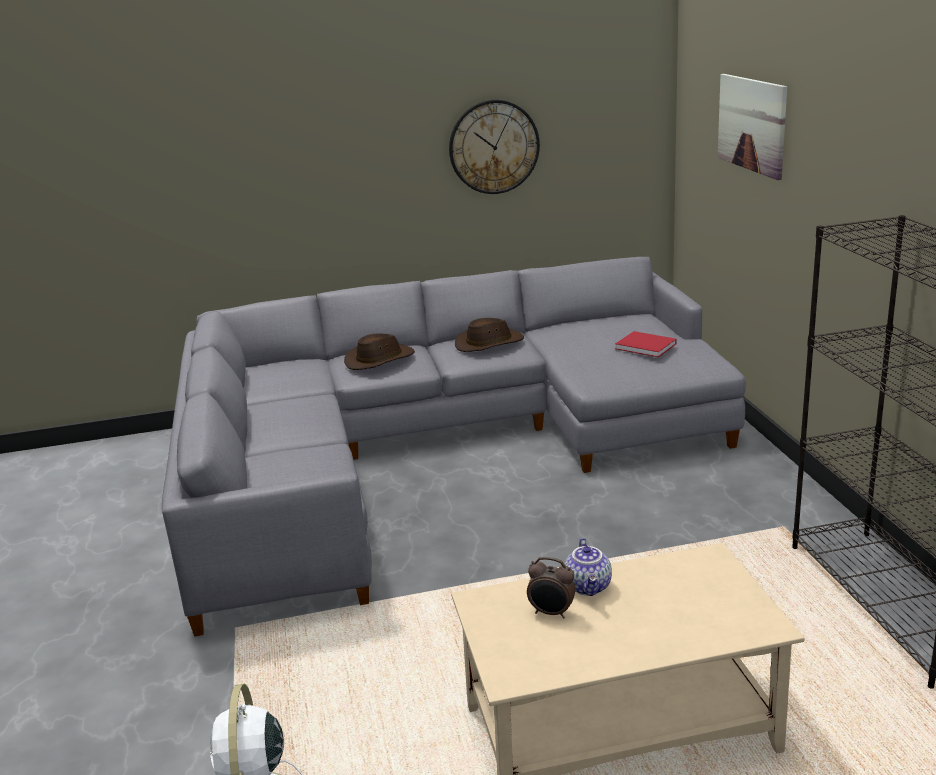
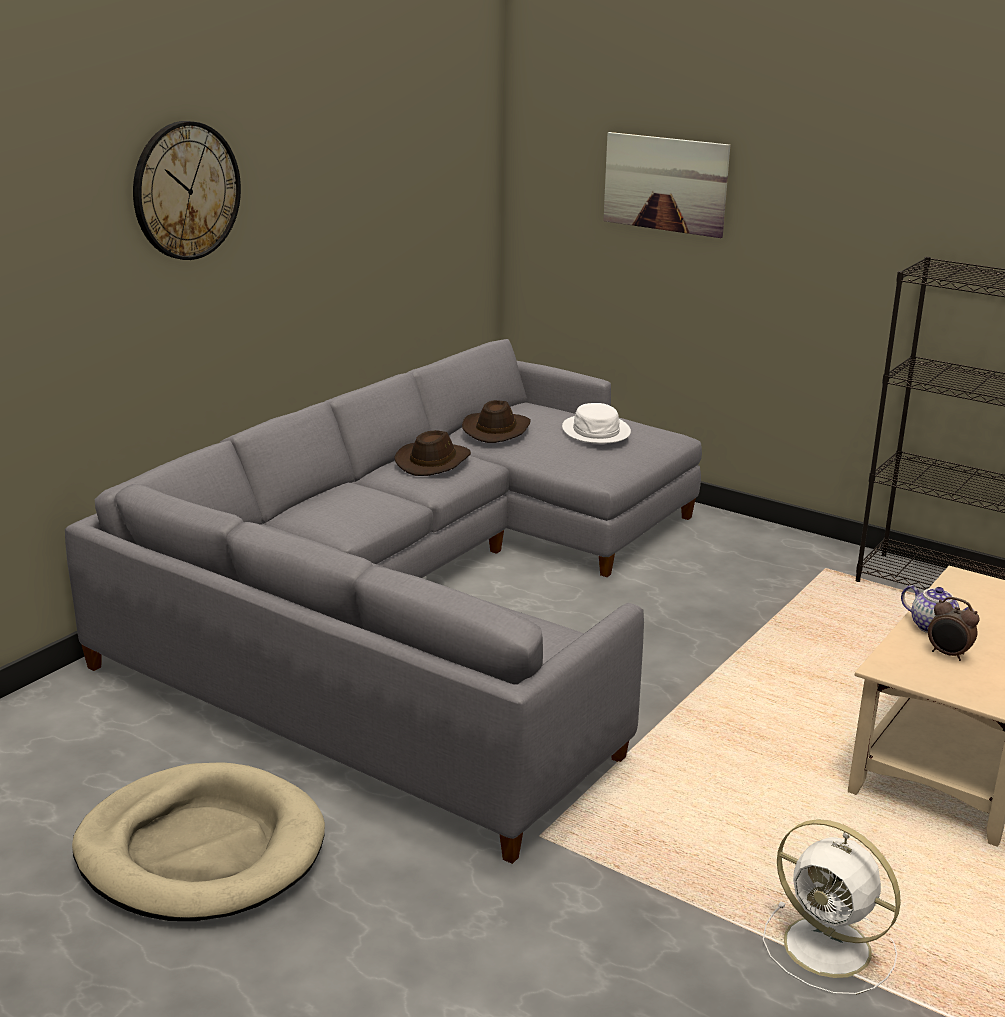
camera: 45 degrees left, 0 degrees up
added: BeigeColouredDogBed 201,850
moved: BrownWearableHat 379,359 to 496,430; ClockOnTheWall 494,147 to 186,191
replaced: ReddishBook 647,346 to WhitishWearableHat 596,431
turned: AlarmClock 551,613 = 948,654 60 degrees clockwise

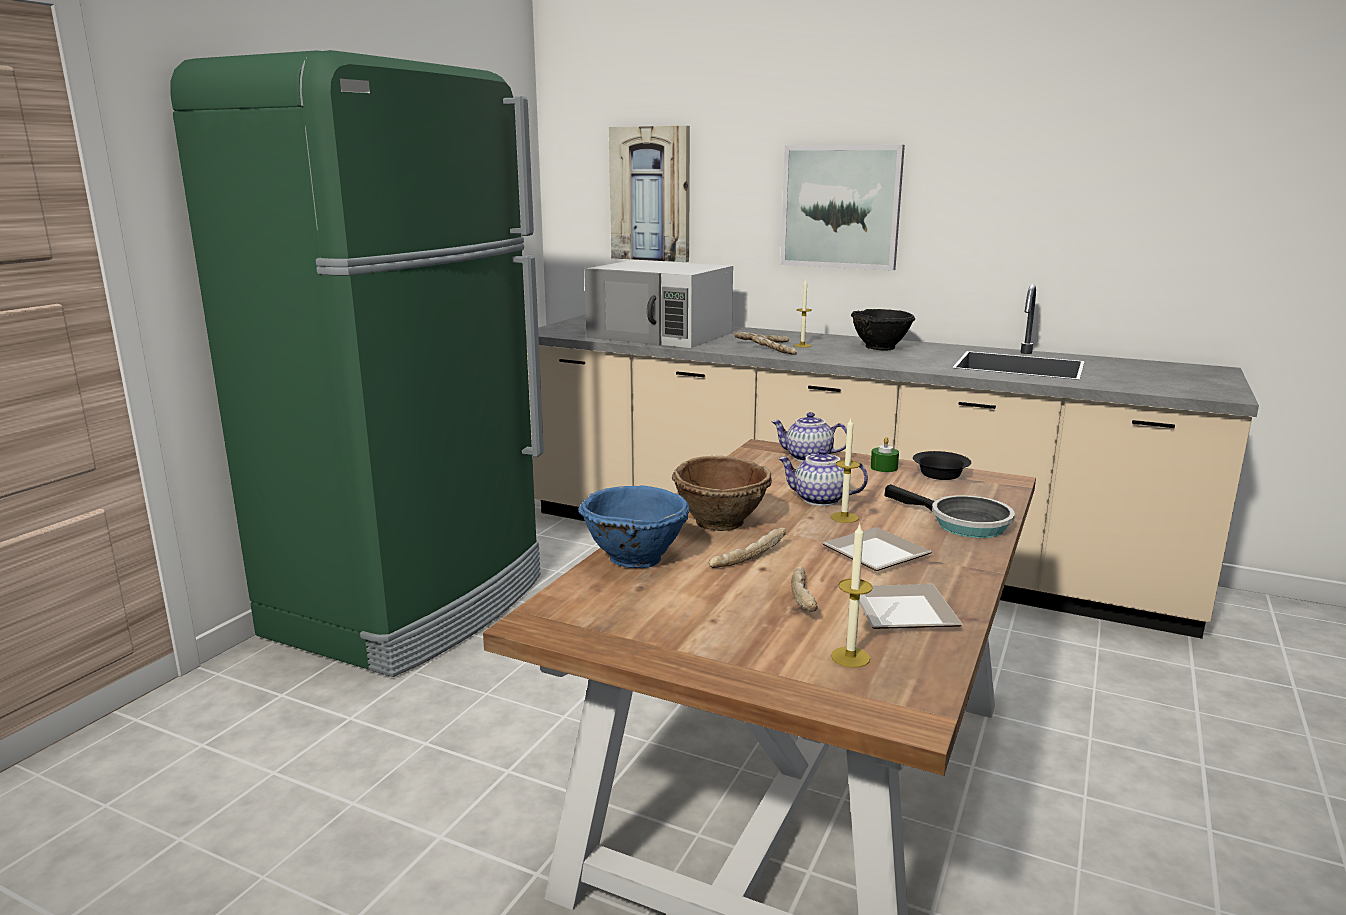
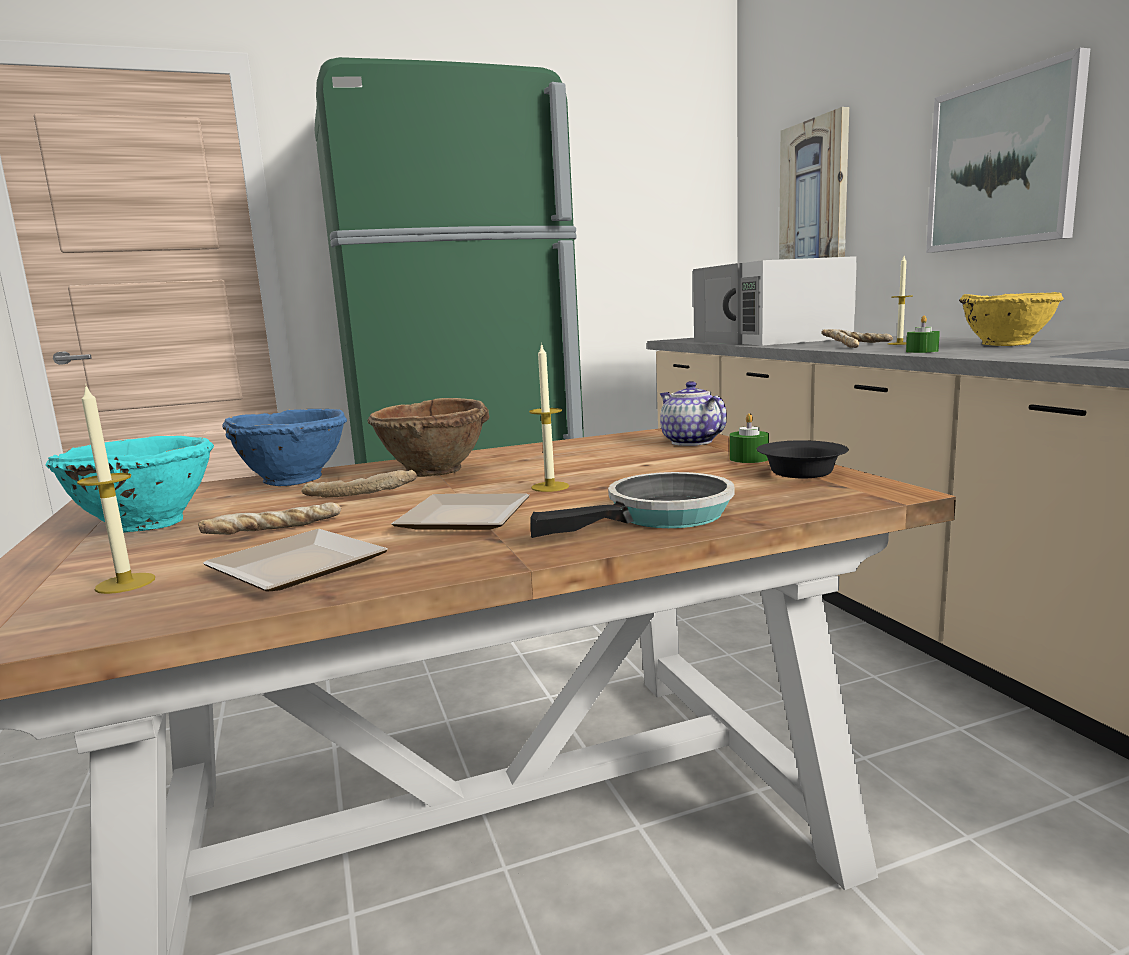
camera: 45 degrees right, 5 degrees down
removed: Teapot 819,500
added: BlueGreenServingBowl 145,523; GreenColouredCandle 922,351
recoloured: BlackServingBowl 880,347 to YellowishServingBowl 1006,344
turned: FryingPan 963,523 = 661,516 120 degrees counterclockwise

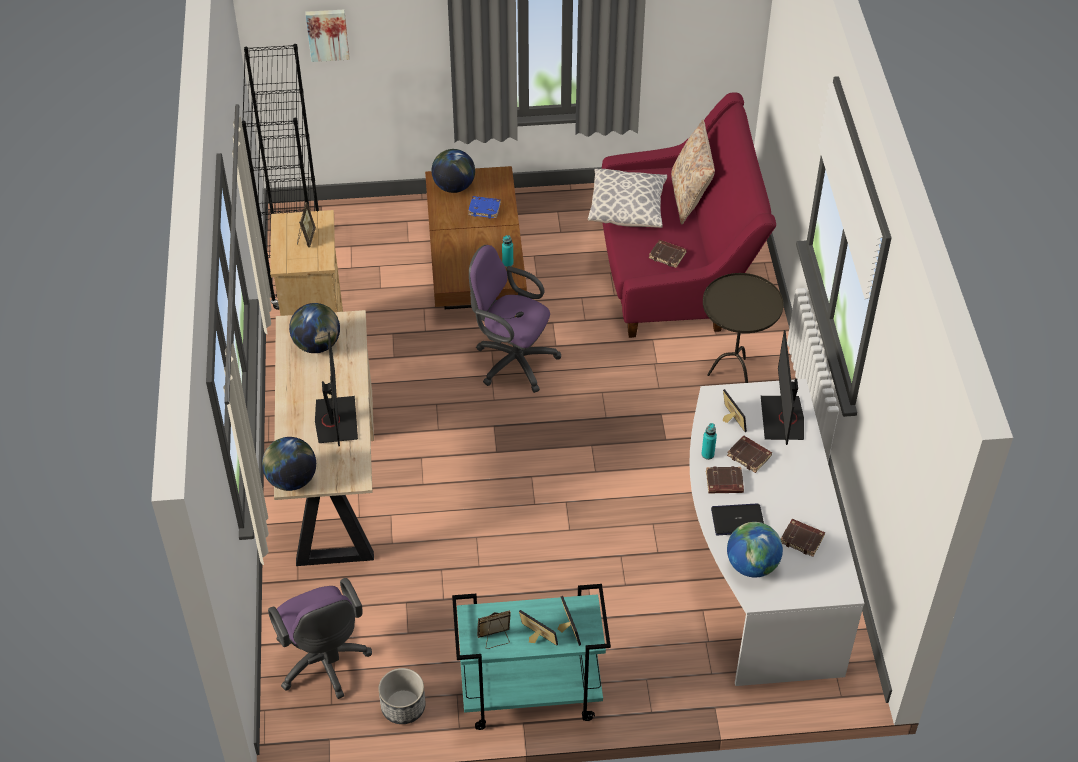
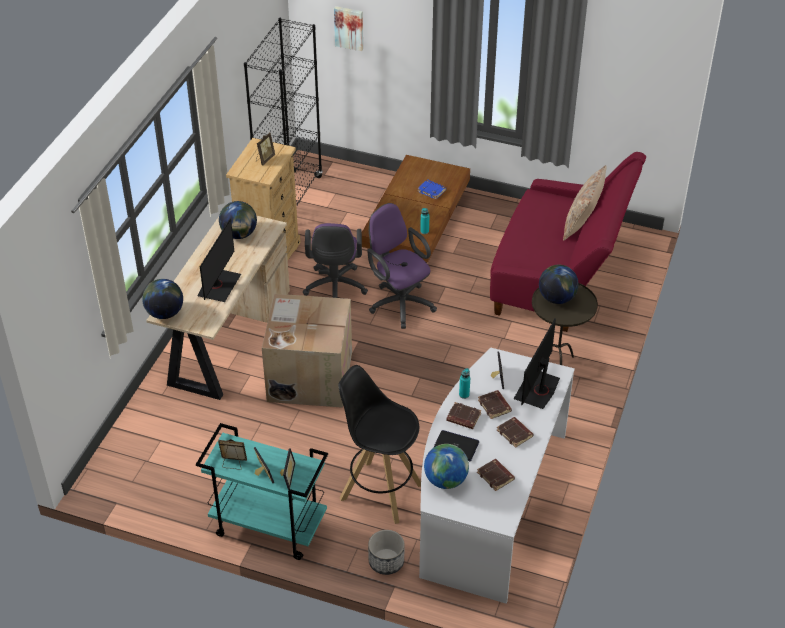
camera: 25 degrees right, 5 degrees down
removed: Cushion 627,209
added: Carton 309,375; BlackStoolSeat 380,491
moved: PurplishOfficeChair 324,664 to 335,289; FlowerPot 403,707 to 386,562; DeskGlobe 454,186 to 557,298; BrownBook 668,255 to 515,434

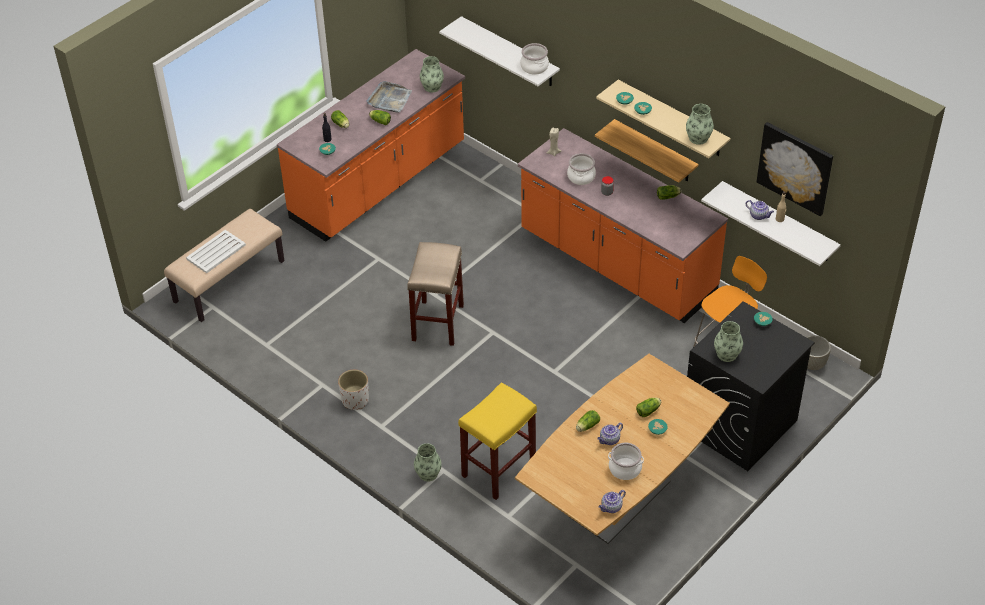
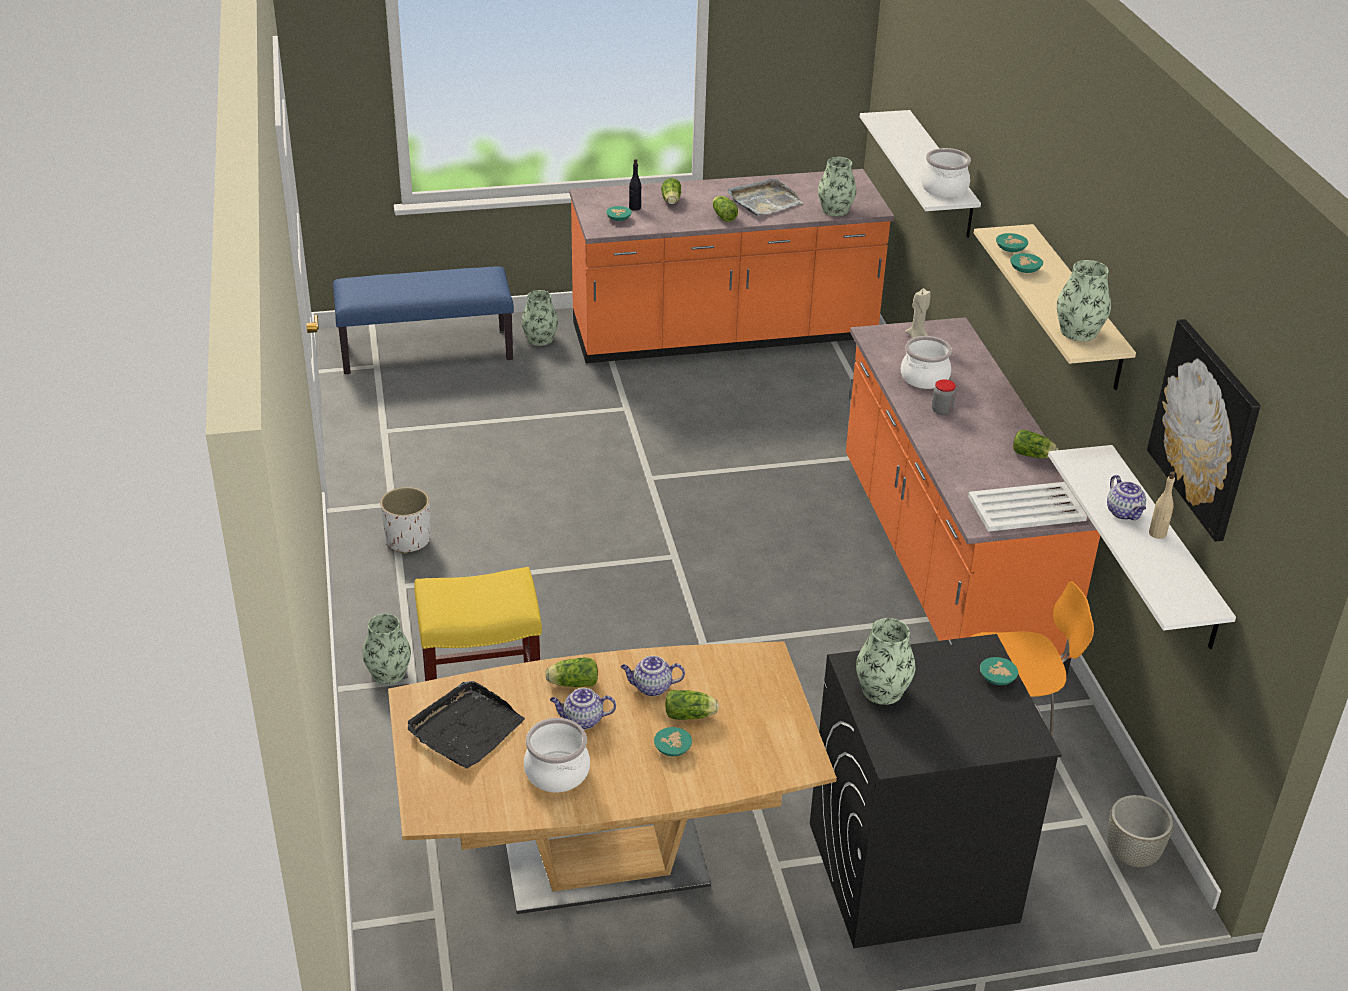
camera: 35 degrees right, 10 degrees down
removed: BeigeColouredStoolSeat 437,322; WallShelf 655,151
added: BlackCarryingTray 465,729; FlowerVase 540,339
moved: WhitishCarryingTray 216,252 to 1027,508; Teapot 611,507 to 651,687
recoloured: BeigeColouredIndoorBench 229,281 to BlueIndoorBench 427,350

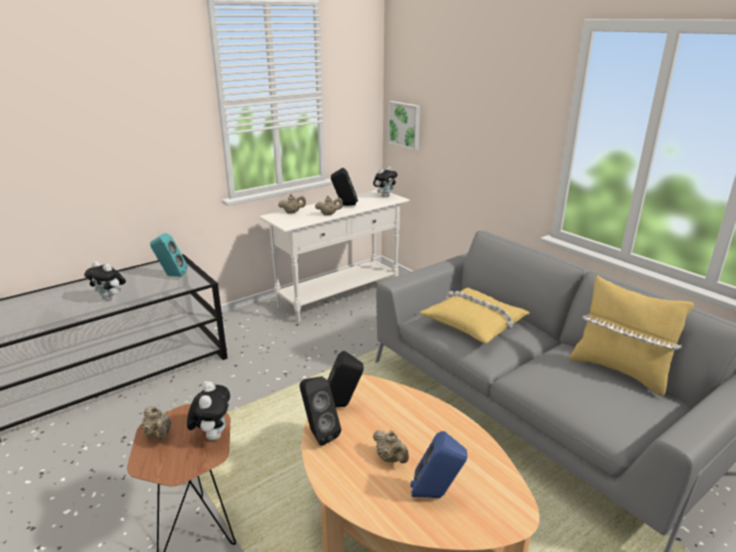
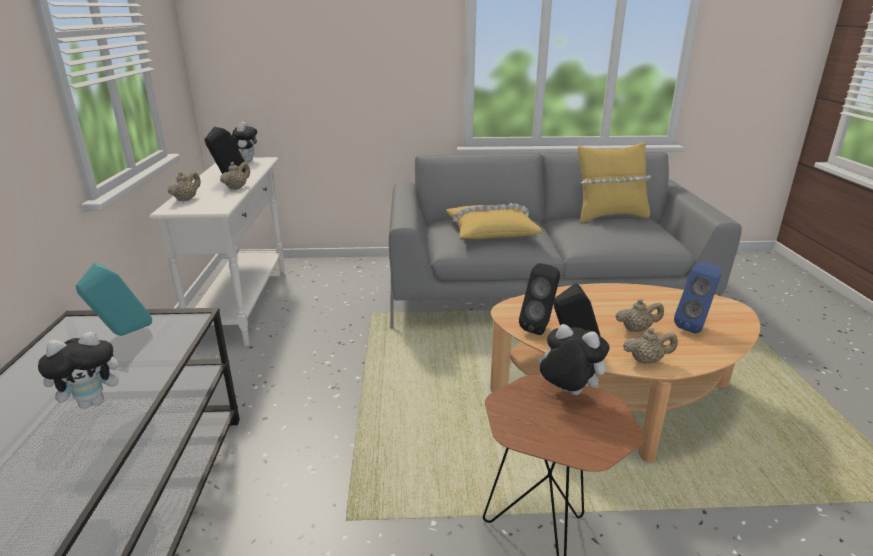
camera: 55 degrees left, 0 degrees up
removed: Picture 405,125
moved: BeigeColouredTeapot 159,435 to 646,360

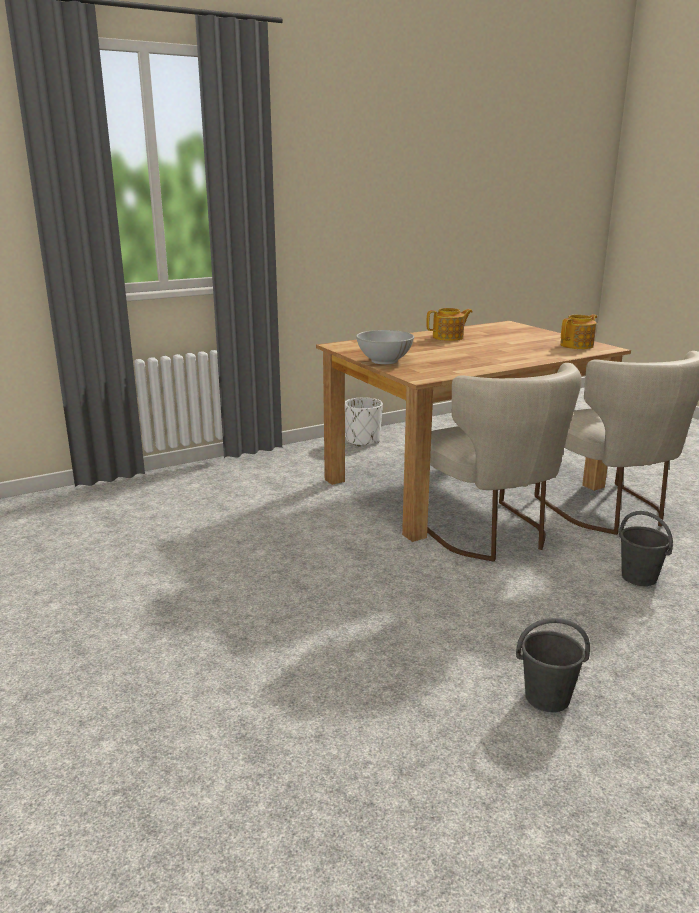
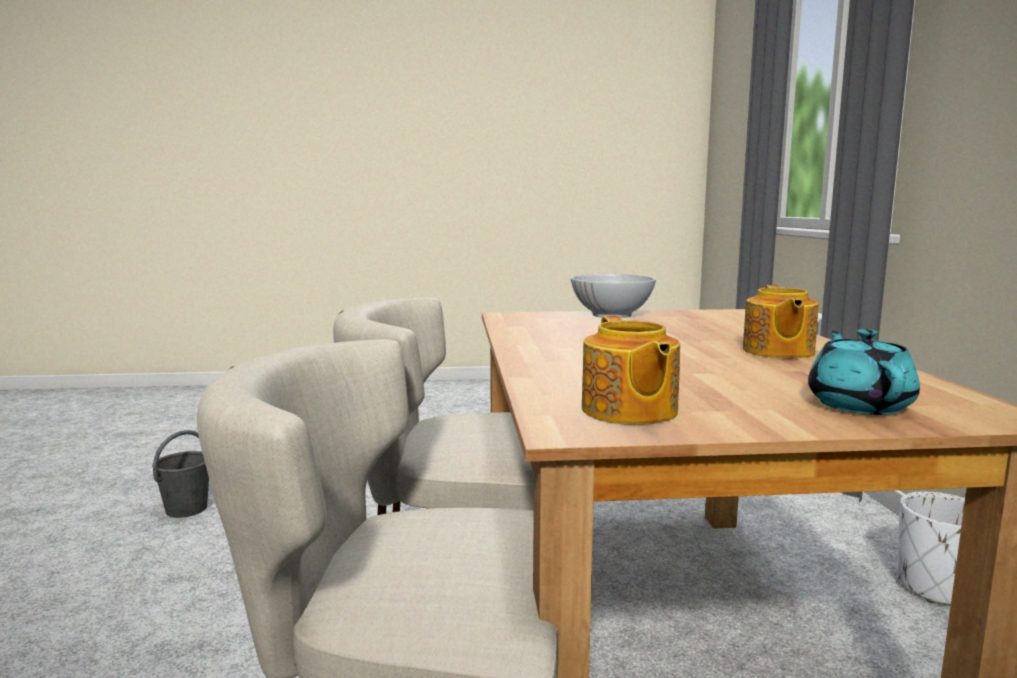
camera: 115 degrees right, 10 degrees down
removed: GreyishPail 639,577
added: BlueGreenTeapot 859,405

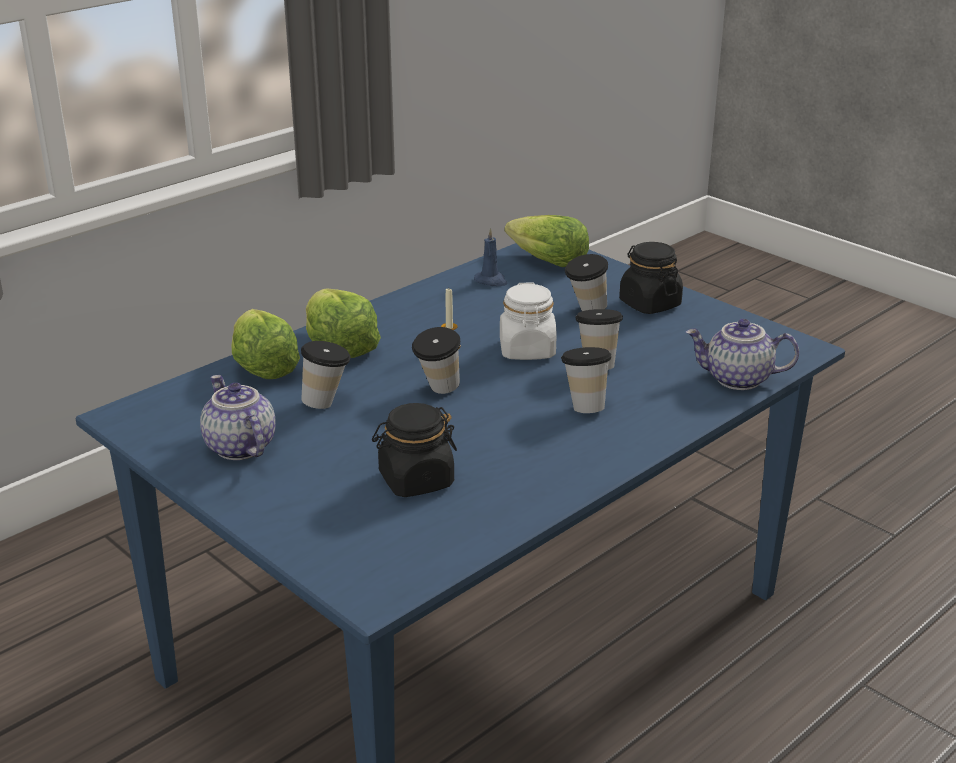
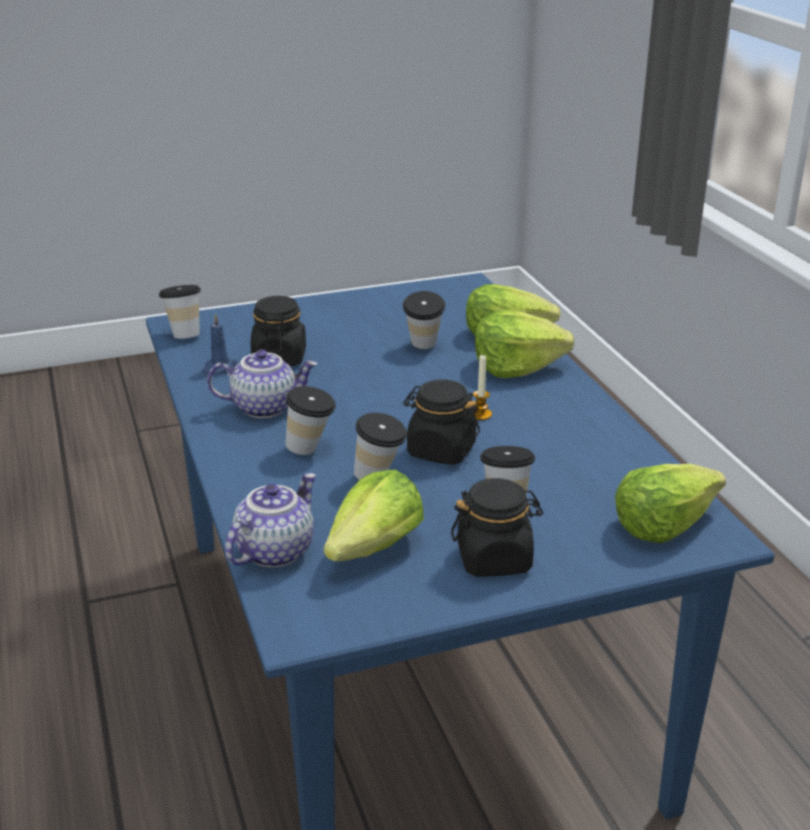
camera: 115 degrees right, 0 degrees up
added: LettuceHead 375,548
moved: Teapot 238,447 to 265,407; SmallCup 438,391 to 184,334; BlueCandle 491,281 to 218,369
recoloured: WhitishStorageJar 527,350 to BlackStorageJar 440,450

